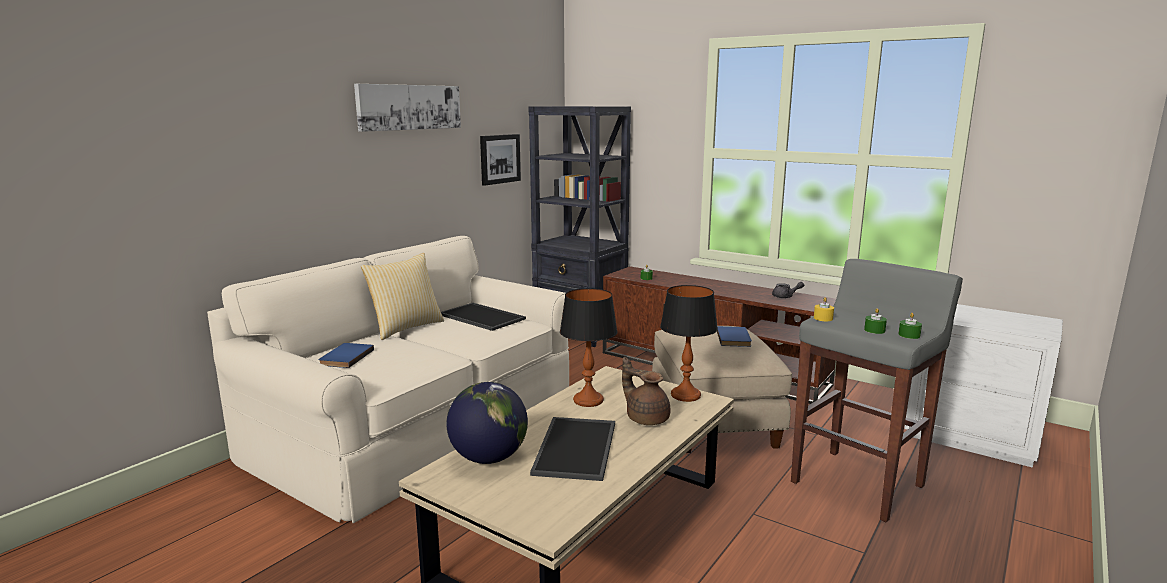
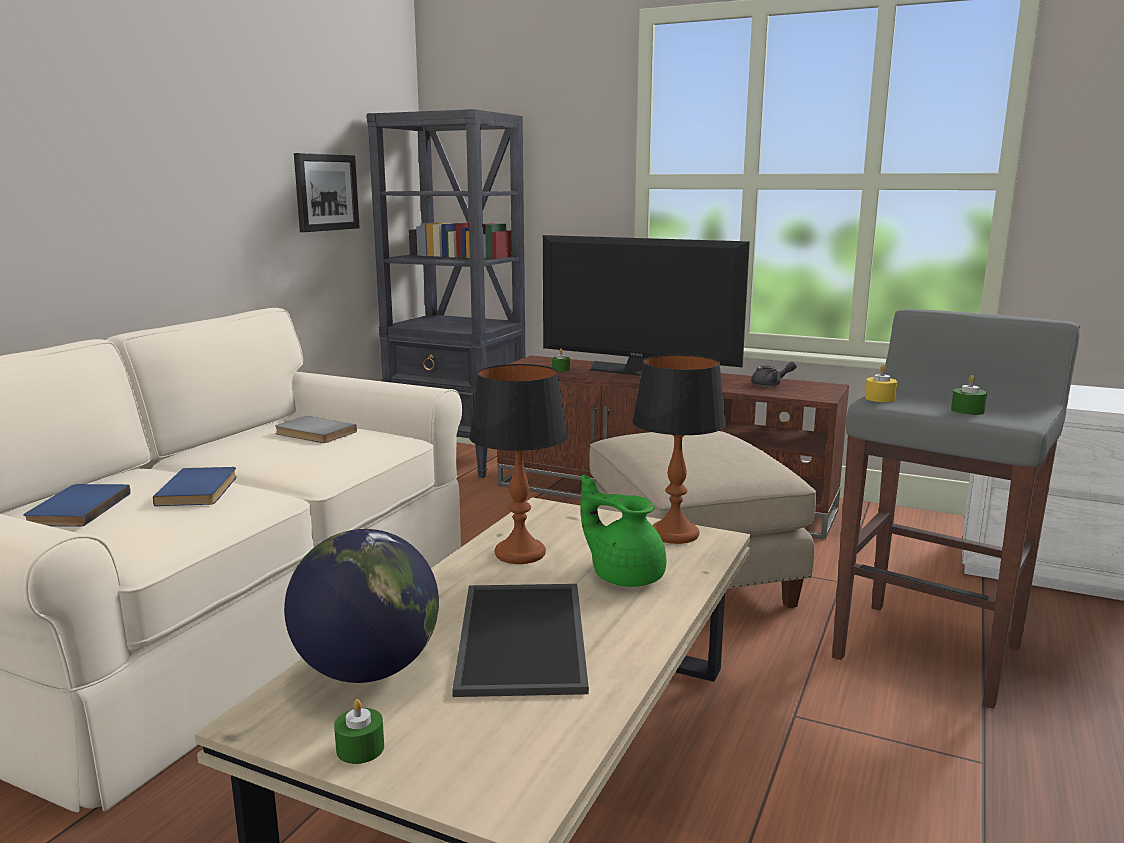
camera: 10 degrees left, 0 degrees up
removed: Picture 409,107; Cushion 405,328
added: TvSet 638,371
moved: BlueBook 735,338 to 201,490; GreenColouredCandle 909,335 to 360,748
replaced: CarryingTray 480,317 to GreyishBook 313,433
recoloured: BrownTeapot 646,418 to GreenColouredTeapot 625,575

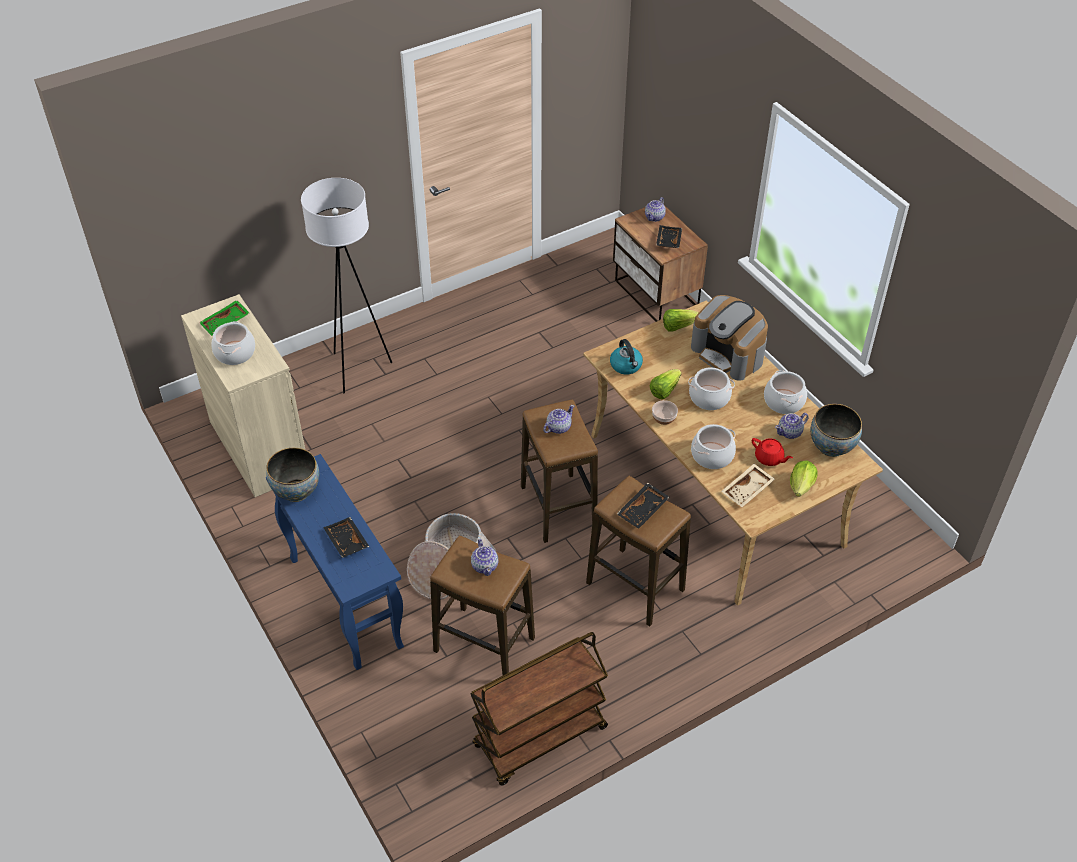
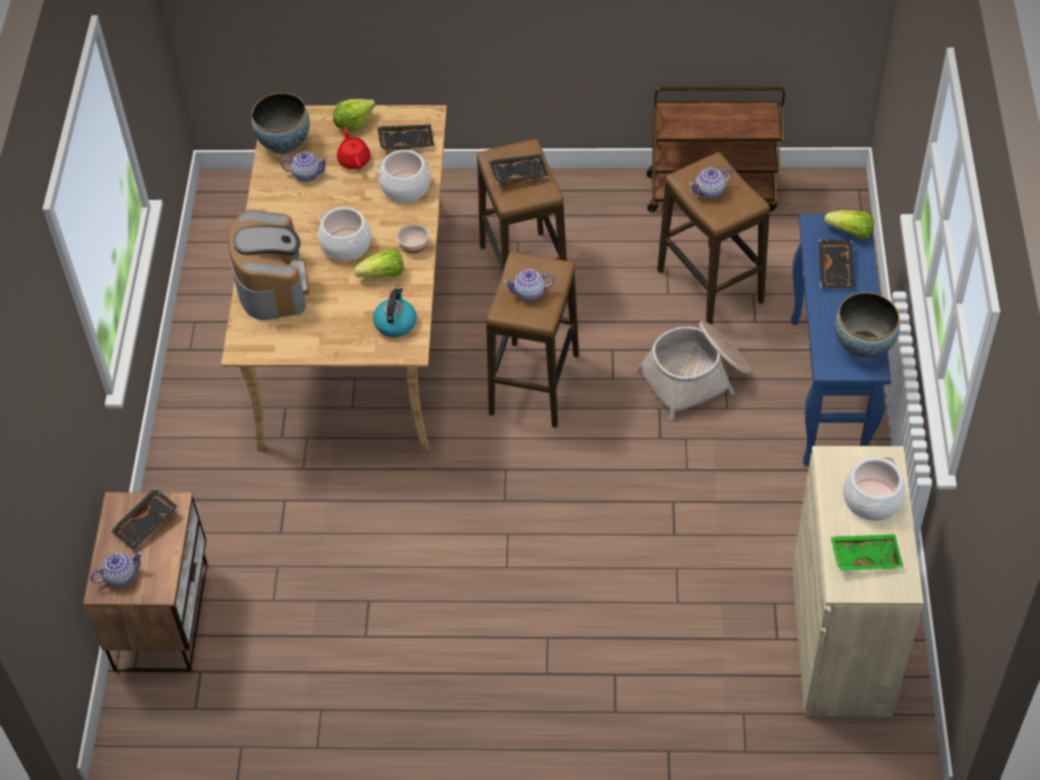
camera: 145 degrees left, 5 degrees up
removed: WhitishStandardLamp 357,369; CookingPot 783,401
moved: LettuceHead 678,326 to 850,233
recoloured: BeigeColouredCarryingTray 748,490 to BlackCarryingTray 406,141
turned: Teapot 485,565 = 710,191 135 degrees counterclockwise

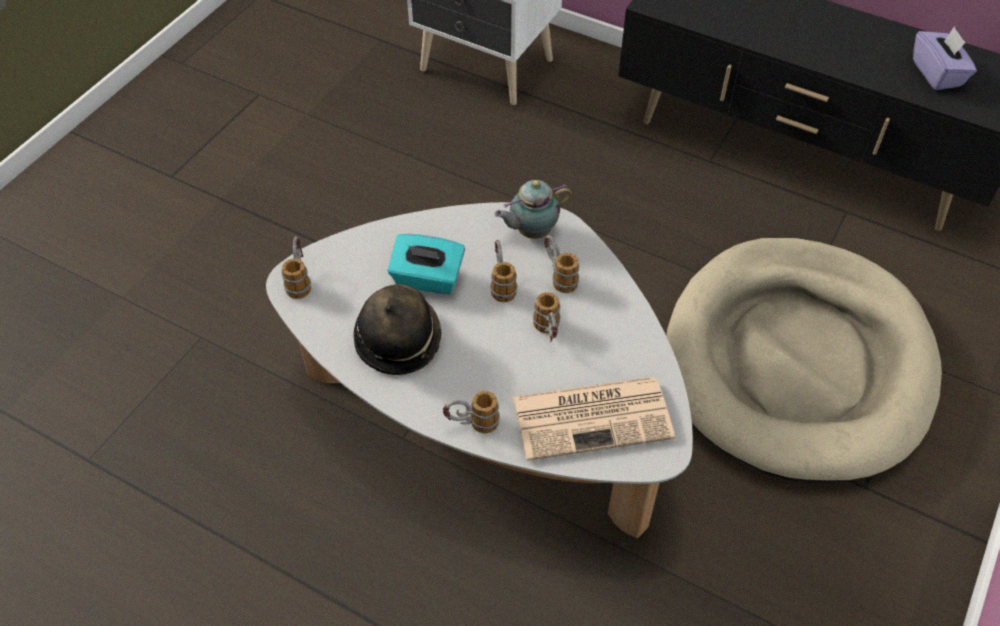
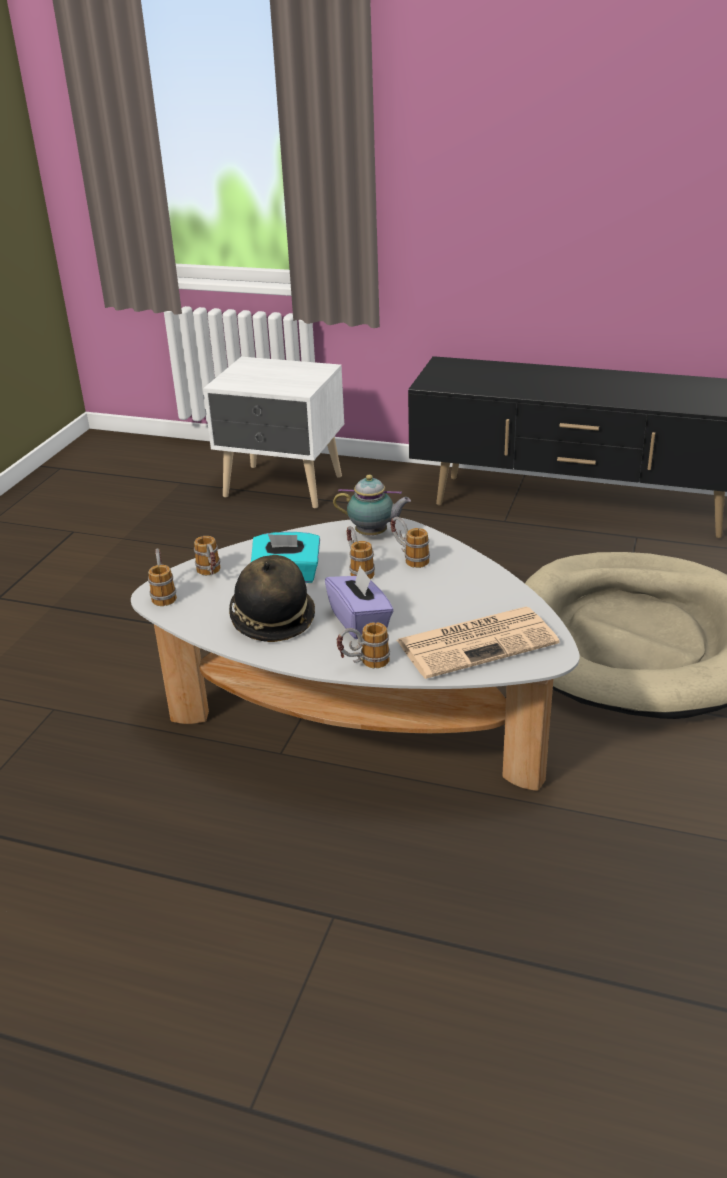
camera: 10 degrees left, 20 degrees down
moved: CoffeeMug 548,333 to 211,575; PurplishTissueBox 937,73 to 360,621
turned: Teapot 531,232 = 373,534 135 degrees counterclockwise

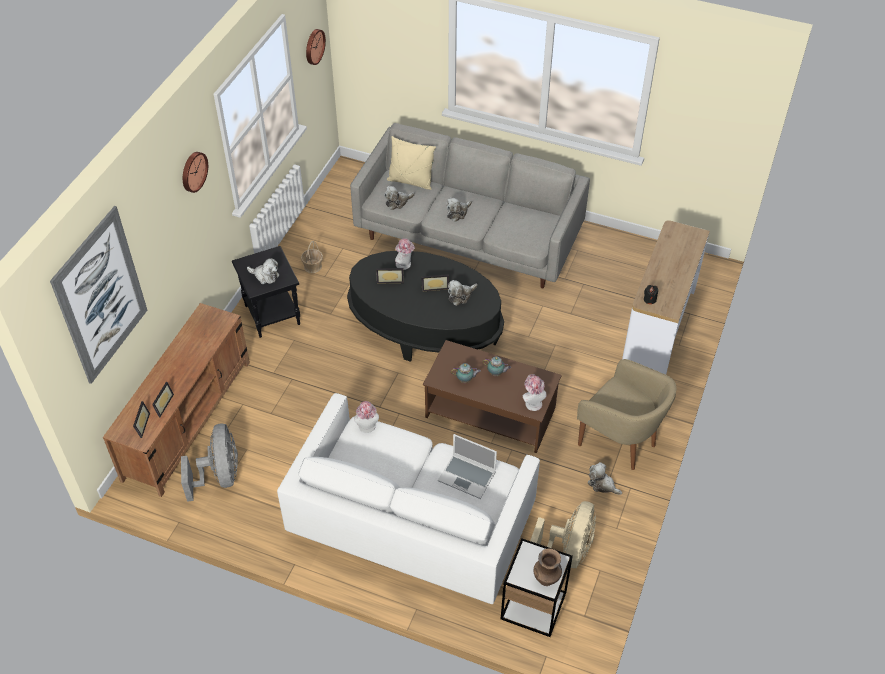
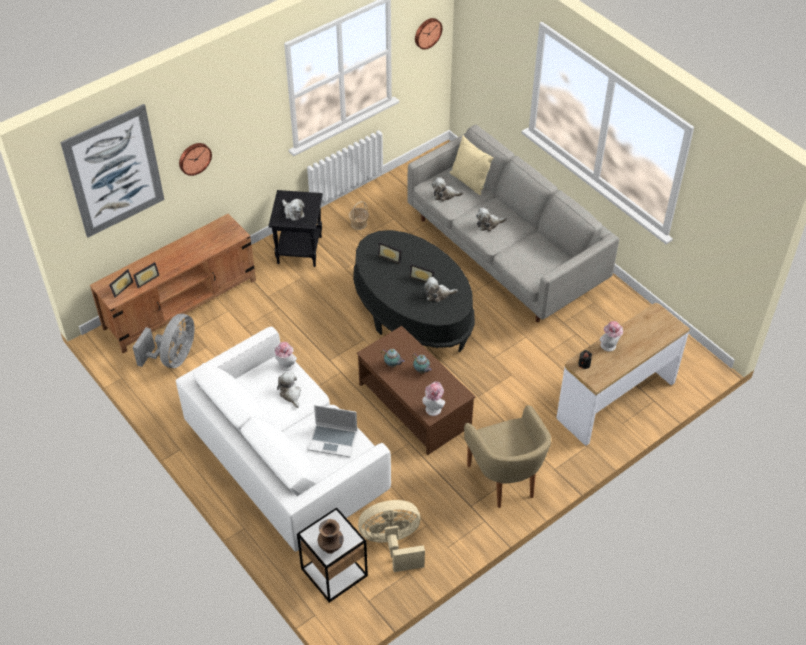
camera: 30 degrees right, 0 degrees up
moved: ClockOnTheWall 193,171 to 194,158; WearableHat 405,265 to 609,346; CuddlyToy 602,484 to 291,394
turned: PortableComputer 468,476 = 333,440 45 degrees counterclockwise; BeigeColouredFan 567,551 = 393,544 150 degrees counterclockwise

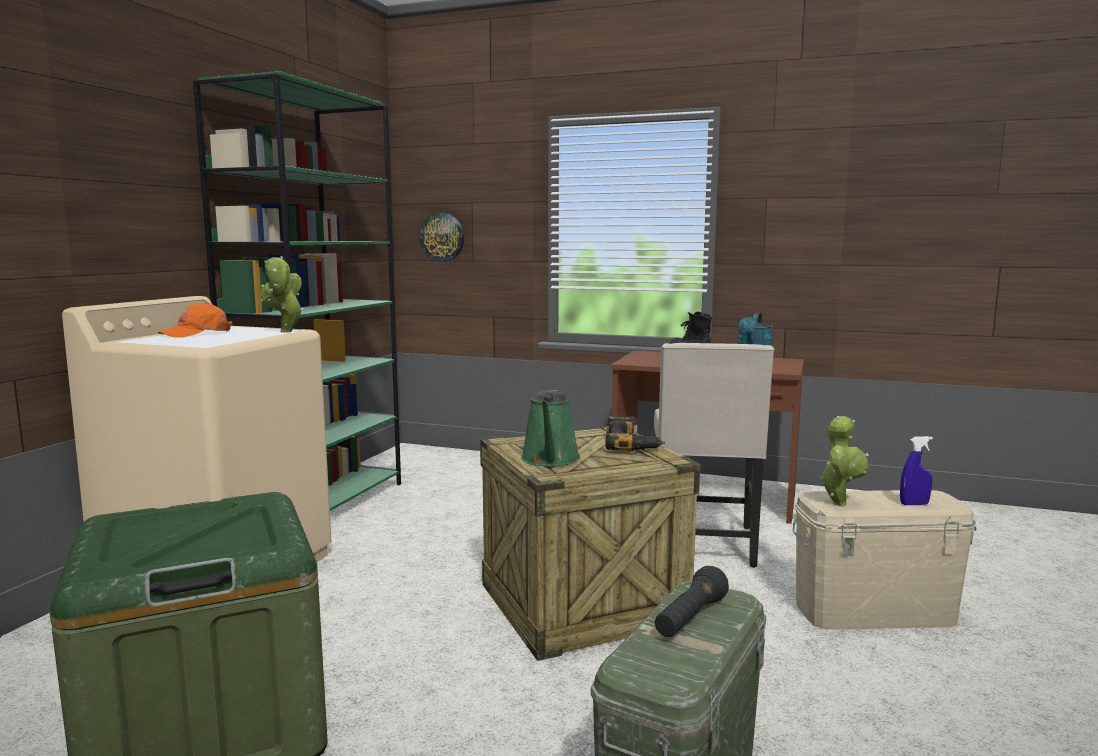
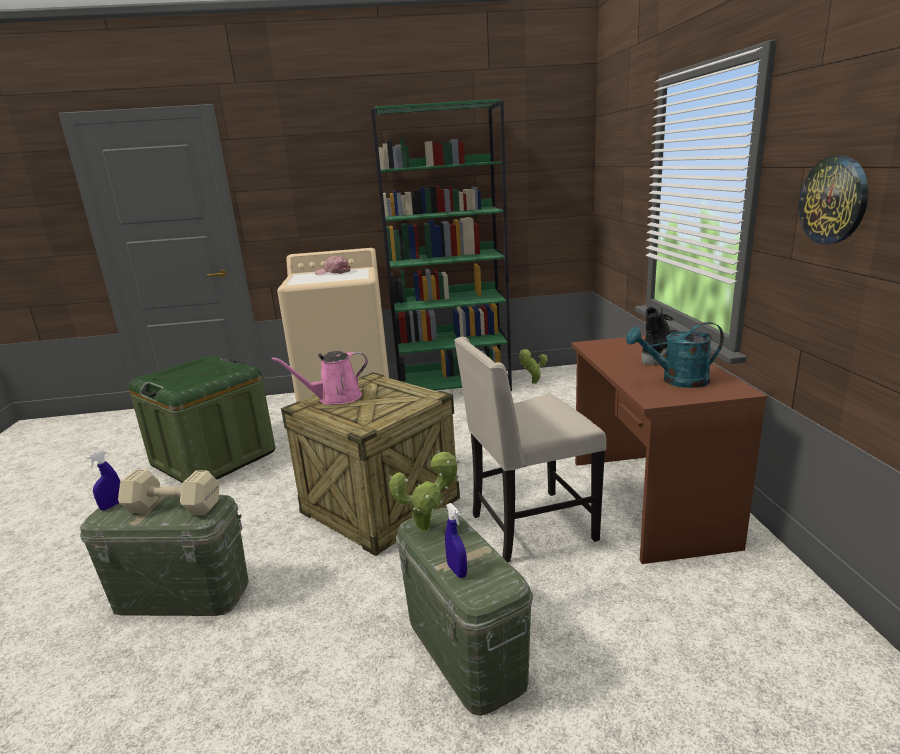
camera: 65 degrees right, 10 degrees up
removed: Drill 632,444
added: BlueSprayBottle 112,505
moved: PlantInAPot 285,332 to 532,383; ClockOnTheWall 442,237 to 834,200
replaced: BlackHandTorch 690,619 to BeigeColouredFreeWeight 172,507
recoloured: OrangeBaseballCap 196,333 to PinkBaseballCap 333,272; GreenColouredWateringCan 550,460 to PinkWateringCan 335,398; BeigeColouredStorageBox 874,611 to GreenColouredStorageBox 465,649

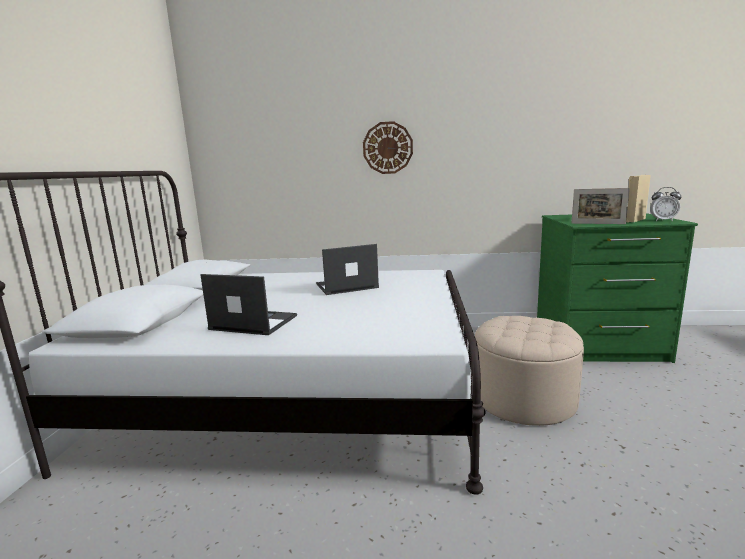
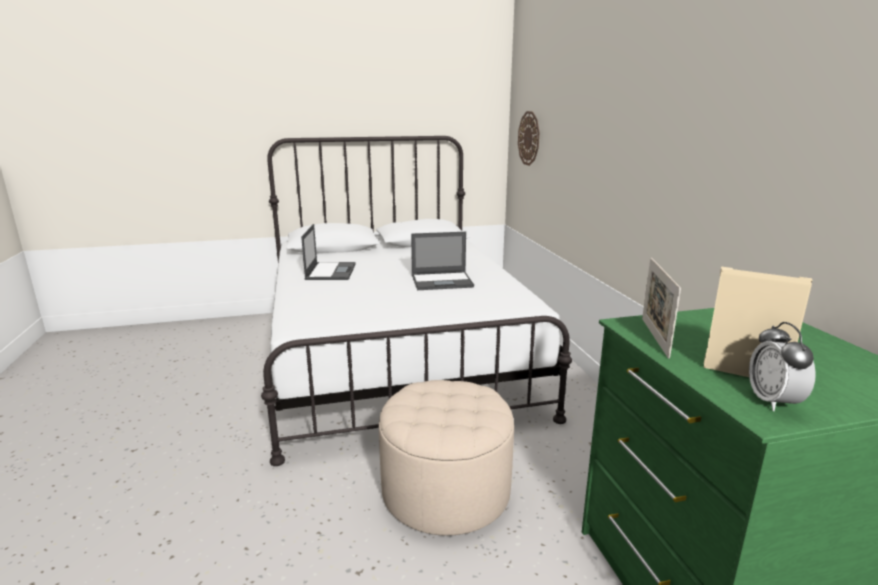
camera: 70 degrees right, 5 degrees up
moved: ClockOnTheWall 387,148 to 529,138
turned: PortableComputer 346,286 = 442,281 120 degrees clockwise

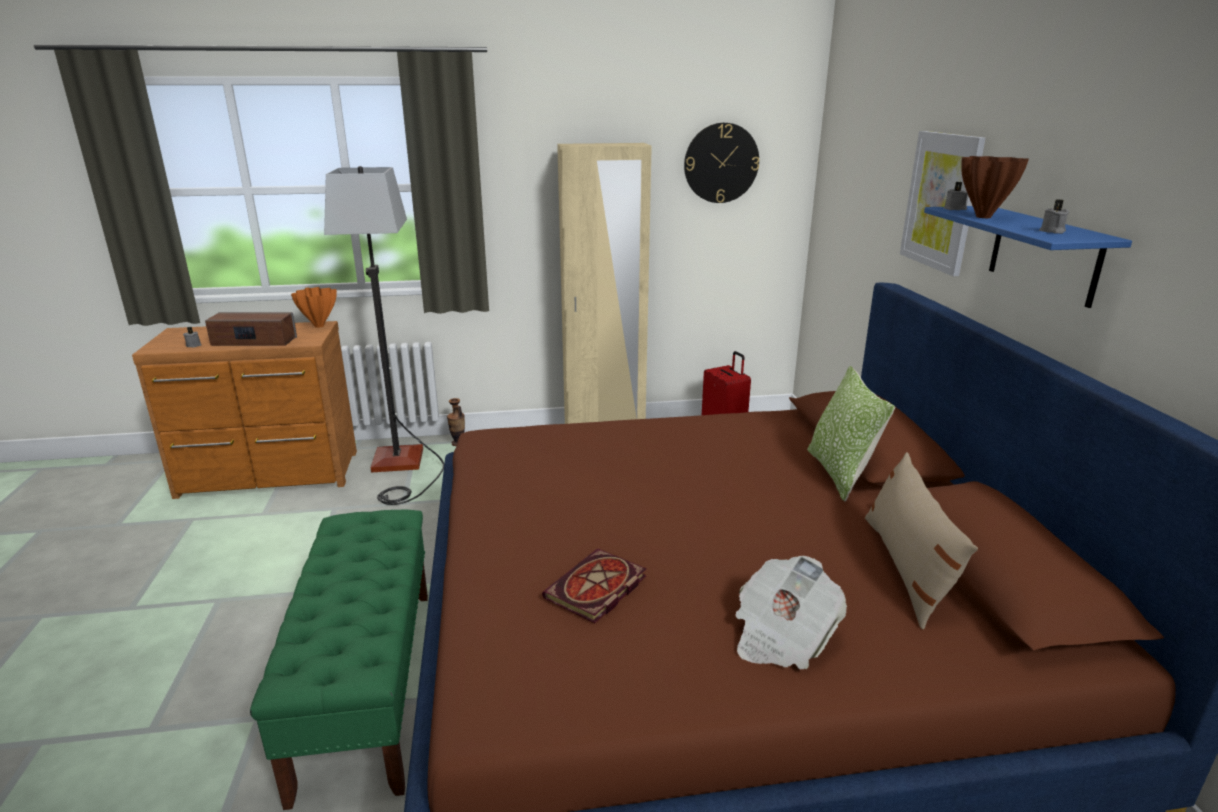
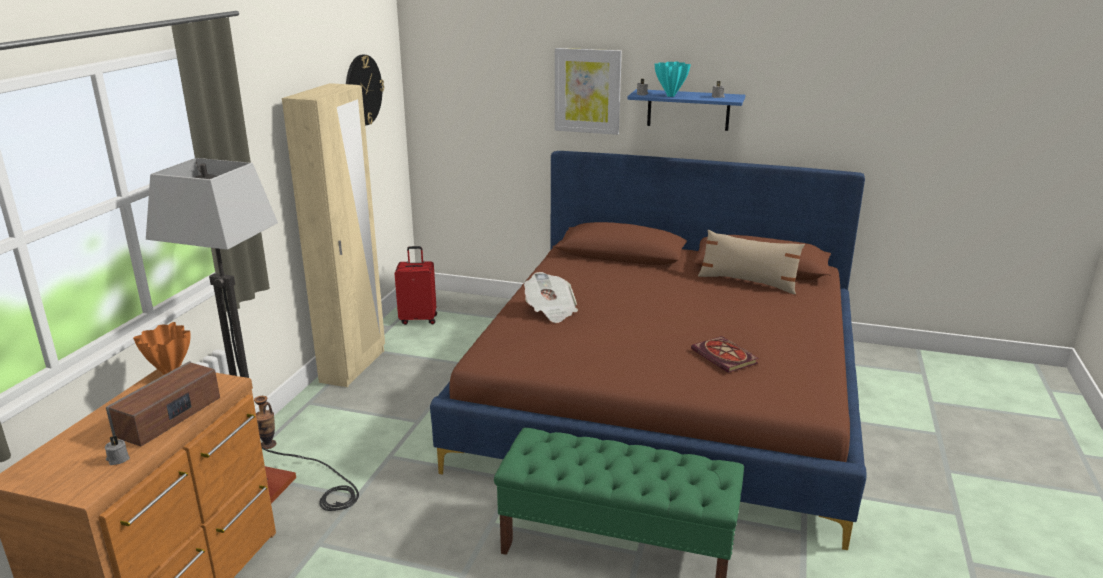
camera: 65 degrees left, 0 degrees up
removed: Cushion 839,473
moved: PrintedPaper 782,636 to 550,311
recoloured: BrownFlowerVase 982,217 to BlueGreenFlowerVase 670,96

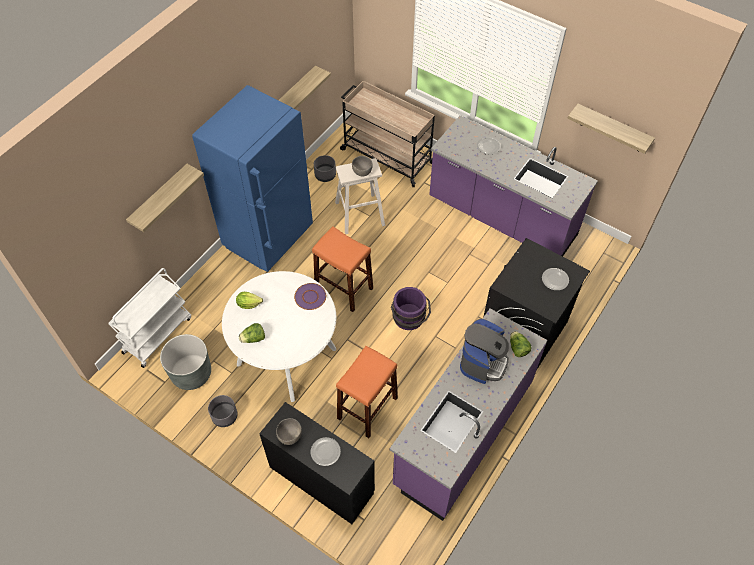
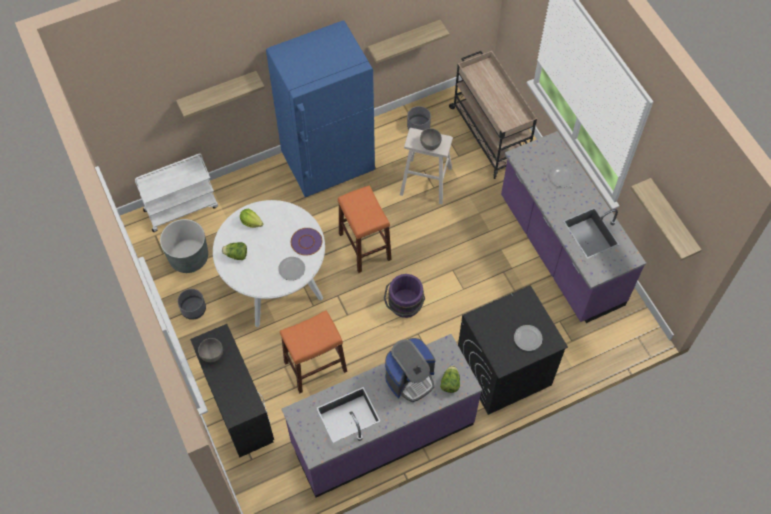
camera: 30 degrees right, 5 degrees up
moved: DinnerPlate 325,452 to 291,269

